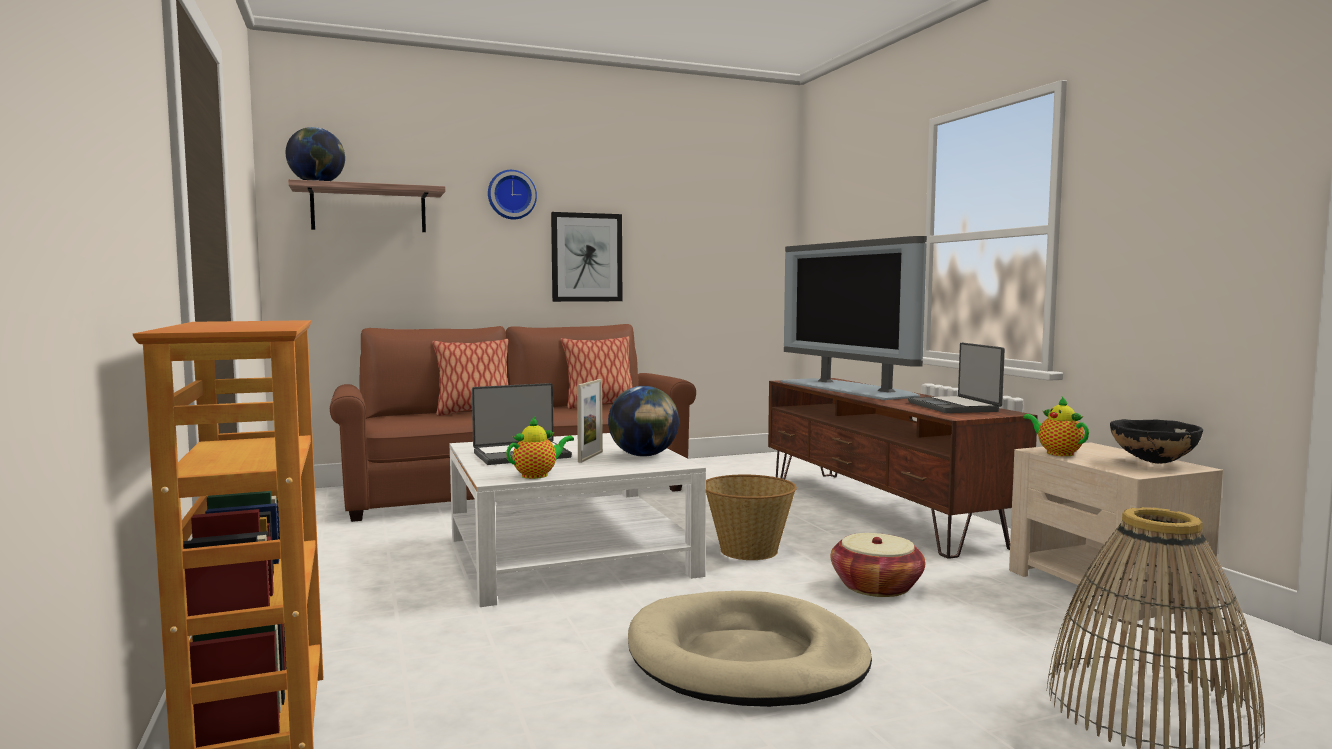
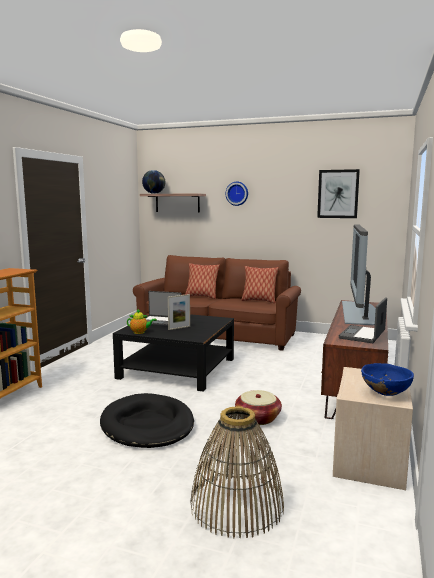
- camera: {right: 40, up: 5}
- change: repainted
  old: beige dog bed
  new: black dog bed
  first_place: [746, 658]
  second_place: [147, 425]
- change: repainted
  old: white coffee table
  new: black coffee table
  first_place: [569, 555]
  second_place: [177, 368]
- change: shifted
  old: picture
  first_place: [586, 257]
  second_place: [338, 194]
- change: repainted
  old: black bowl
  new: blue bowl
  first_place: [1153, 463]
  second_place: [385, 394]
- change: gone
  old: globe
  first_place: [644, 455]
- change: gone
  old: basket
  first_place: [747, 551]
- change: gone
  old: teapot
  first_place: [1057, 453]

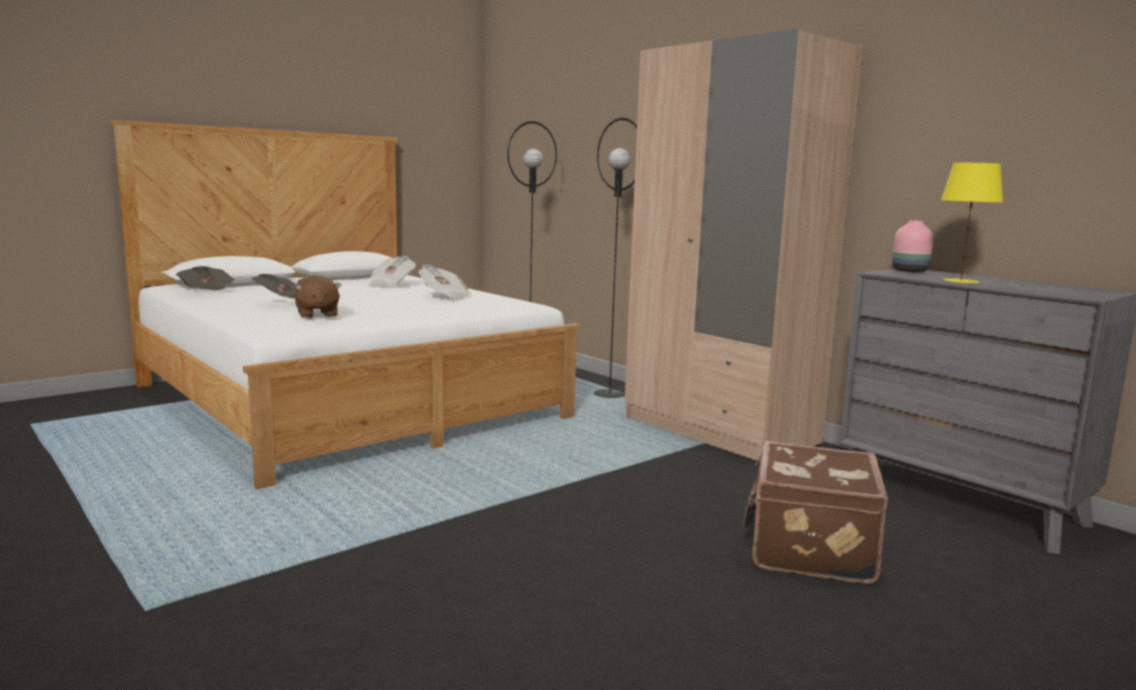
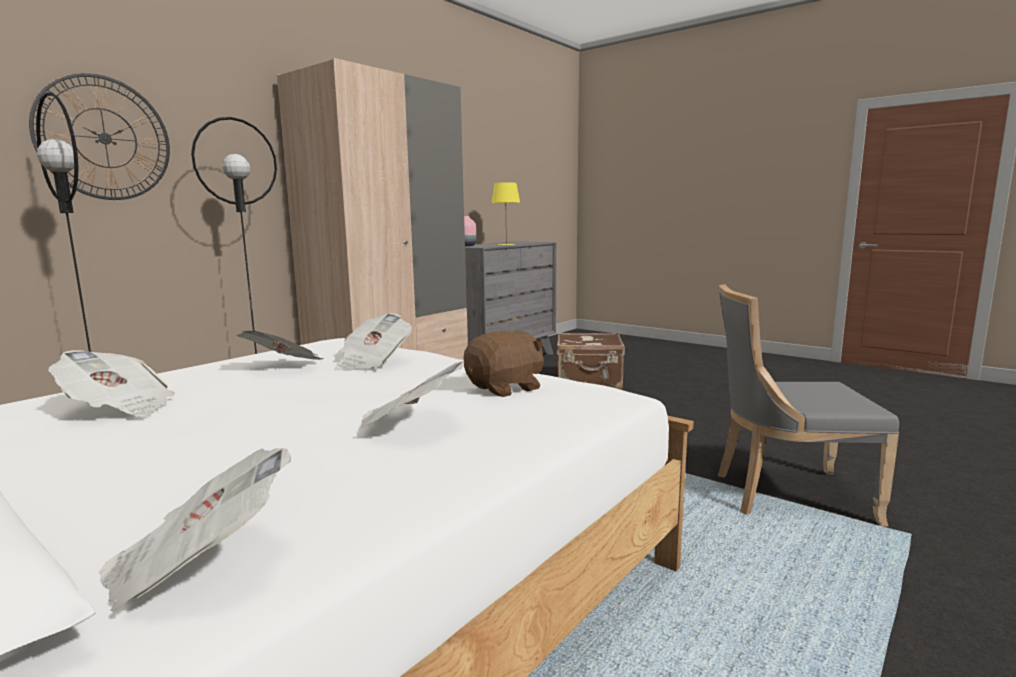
- camera: {right: -100, up: 0}
- change: new
  new: wall clock
  second_place: [104, 138]
- change: new
  new: newspaper
  second_place: [372, 362]
- change: new
  new: grey chair
  second_place: [785, 495]

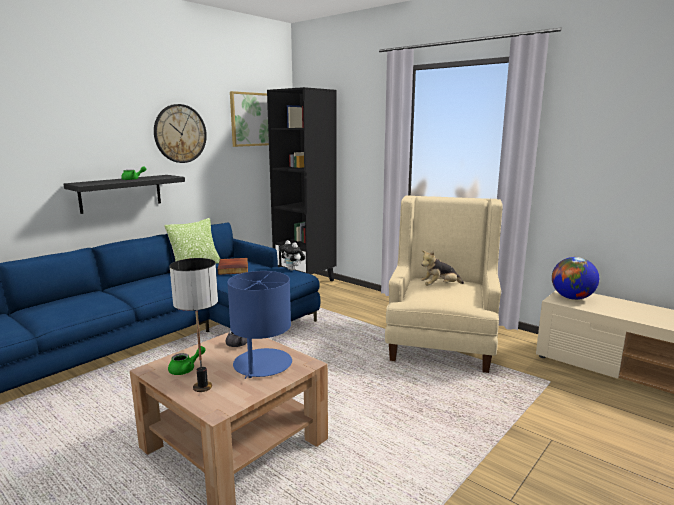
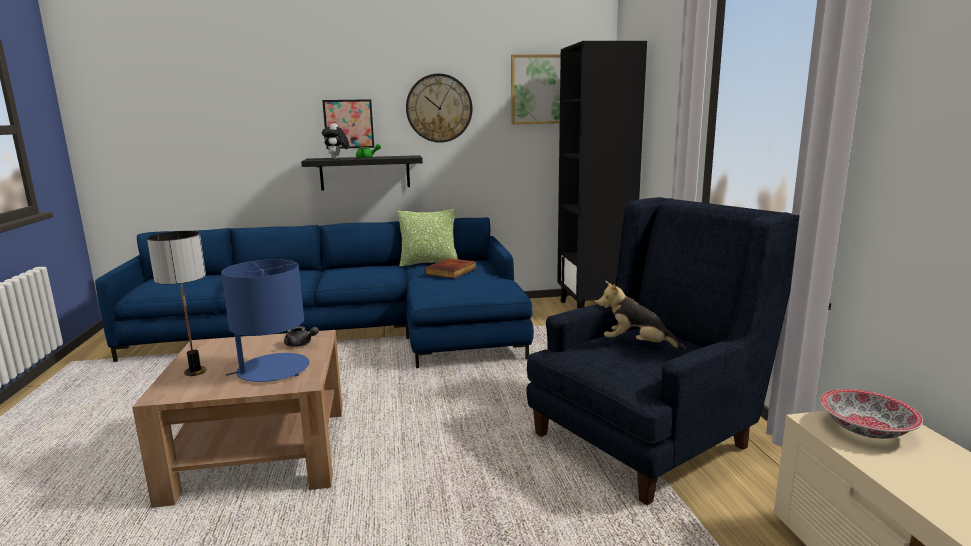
- camera: {right: 40, up: 0}
- change: new
  new: picture
  second_place: [348, 124]
- change: shifted
  old: plush toy
  first_place: [293, 269]
  second_place: [337, 159]
- change: repainted
  old: beige armchair
  new: blue armchair
  first_place: [441, 340]
  second_place: [650, 434]
- change: swapped
  old: globe
  new: bowl
  first_place: [572, 298]
  second_place: [865, 429]
- change: gone
  old: green teapot
  first_place: [186, 369]

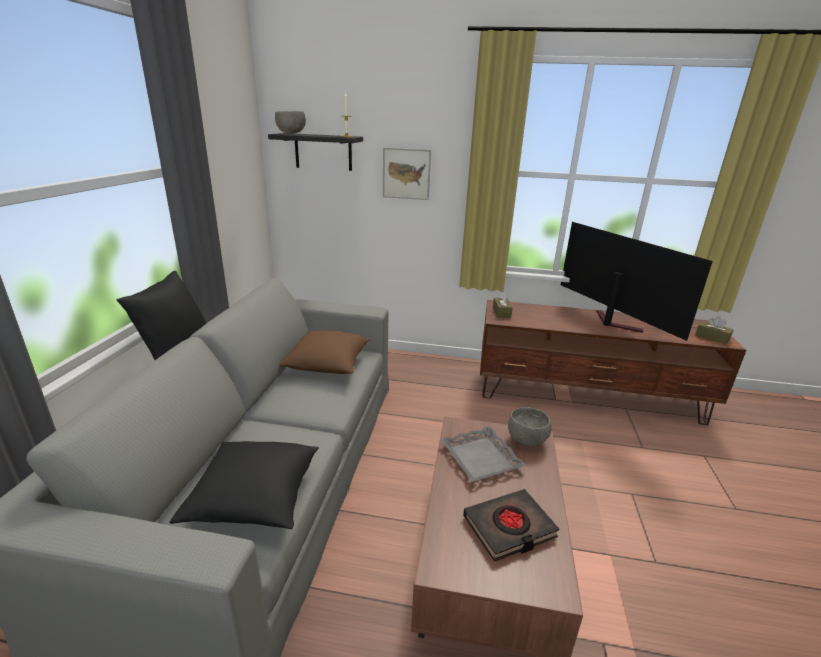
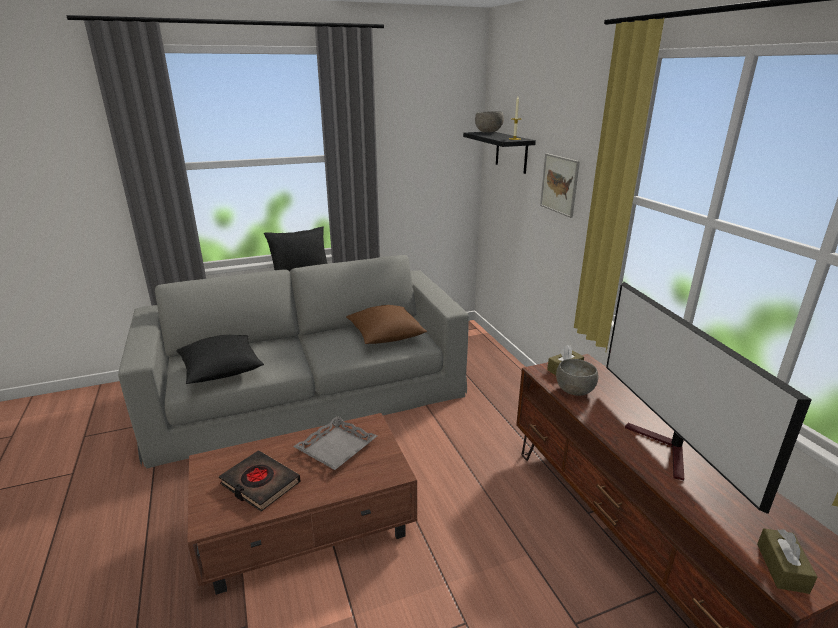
- camera: {right: 60, up: 0}
- change: shifted
  old: grey bowl
  first_place: [527, 440]
  second_place: [575, 391]
- change: rotated
  old: television
  first_place: [610, 322]
  second_place: [667, 450]
  degrees: 135

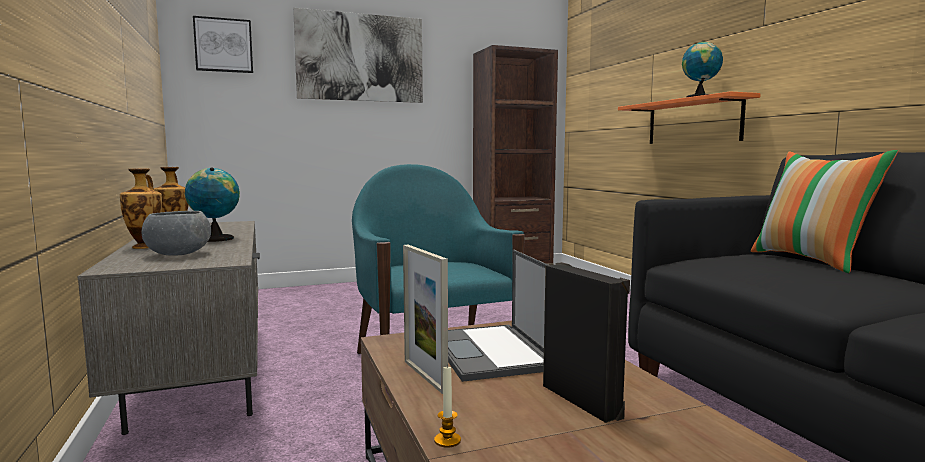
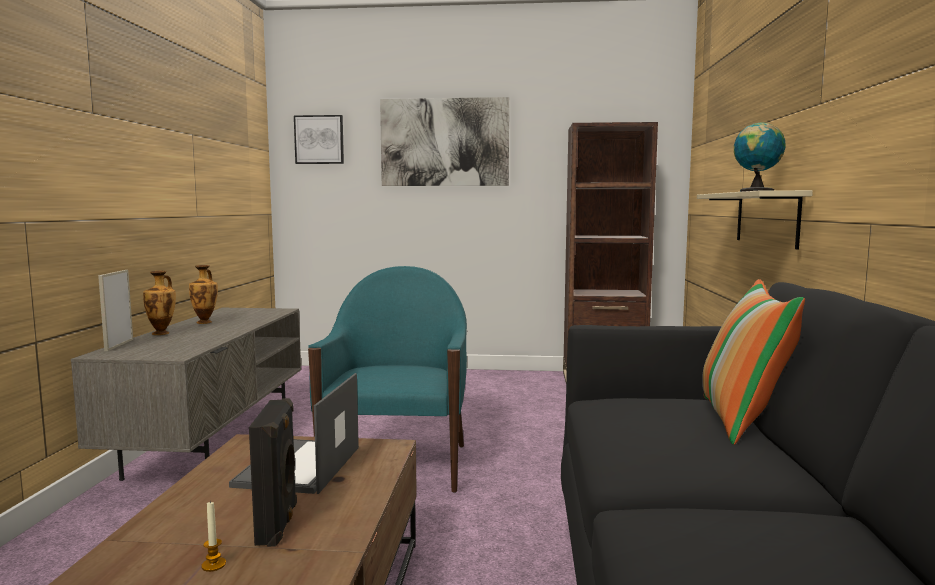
- camera: {right: 25, up: 0}
- change: shifted
  old: picture frame
  first_place: [424, 376]
  second_place: [119, 345]
- change: shifted
  old: candle
  first_place: [447, 440]
  second_place: [213, 565]
- change: repainted
  old: orange shelf
  new: beige shelf
  first_place: [693, 122]
  second_place: [766, 218]
- change: gone
  old: grey bowl
  first_place: [178, 254]
- change: gone
  old: globe
  first_place: [215, 238]

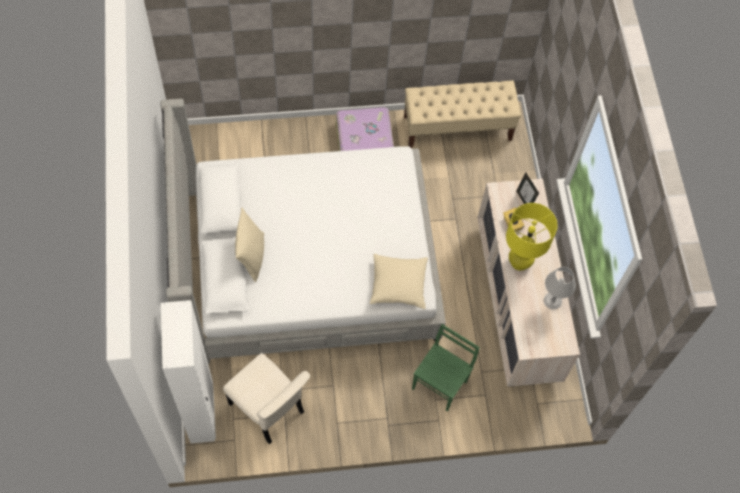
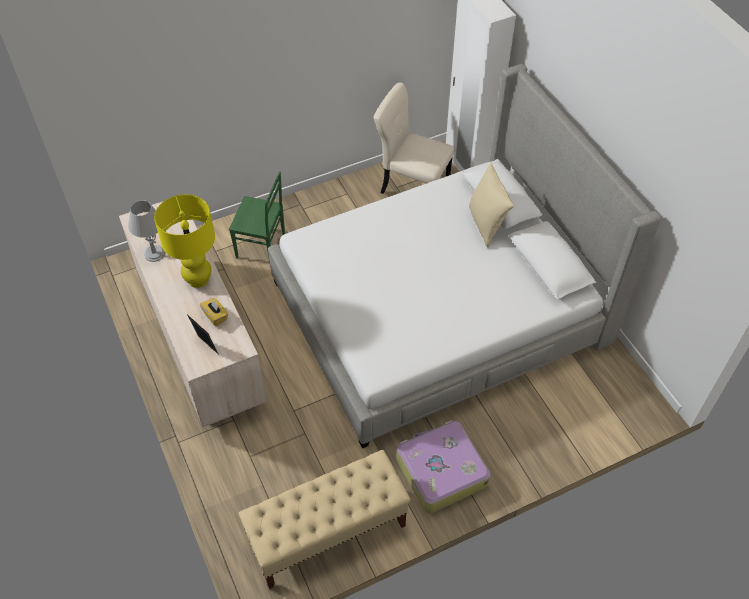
- camera: {right: 165, up: -10}
- change: rotated
  old: green chair
  first_place: [440, 385]
  second_place: [261, 247]
  degrees: -90
- change: gone
  old: beige pillow
  first_place: [398, 285]

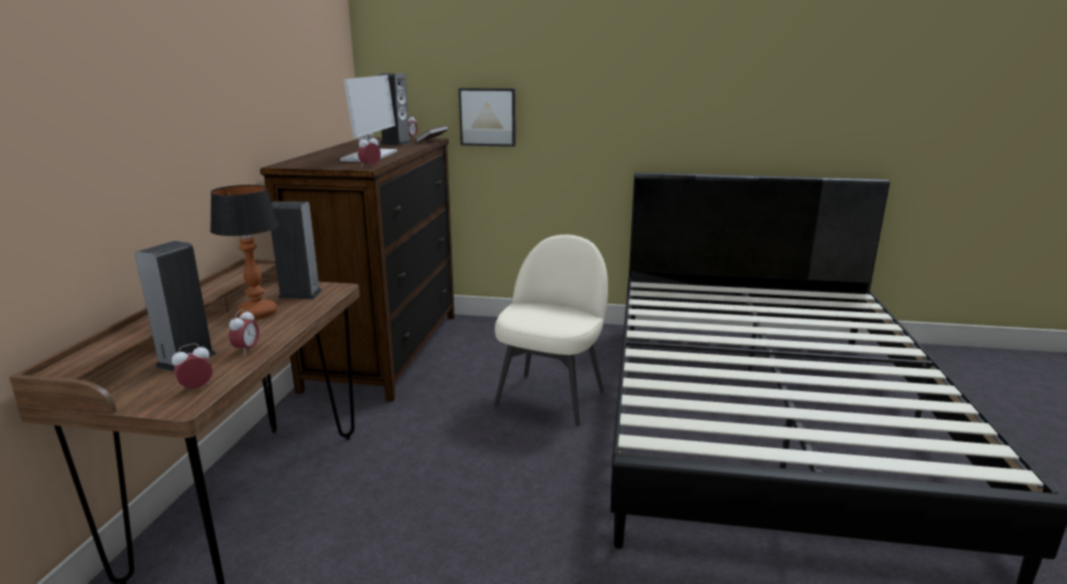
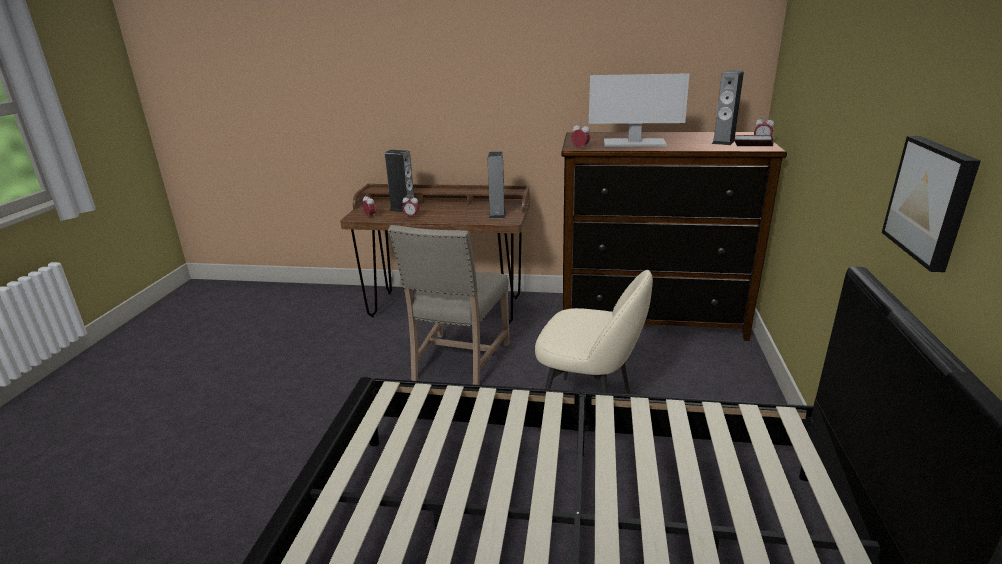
- camera: {right: 90, up: 5}
- change: new
  new: beige chair
  second_place: [458, 362]
- change: shifted
  old: picture
  first_place: [488, 117]
  second_place: [932, 201]
- change: gone
  old: table lamp
  first_place: [258, 313]

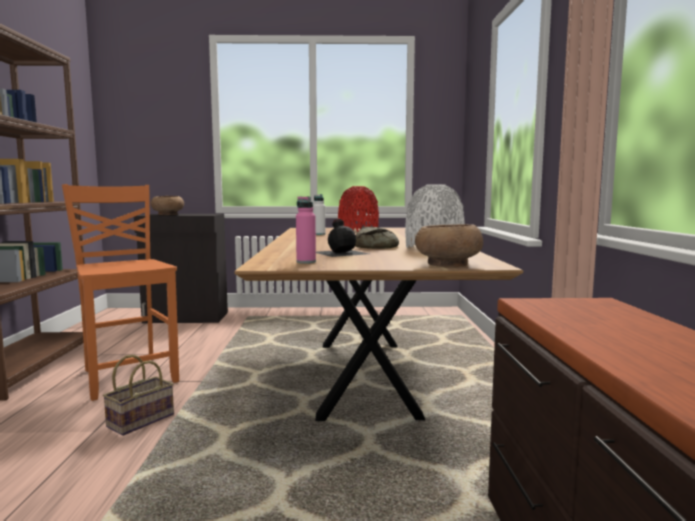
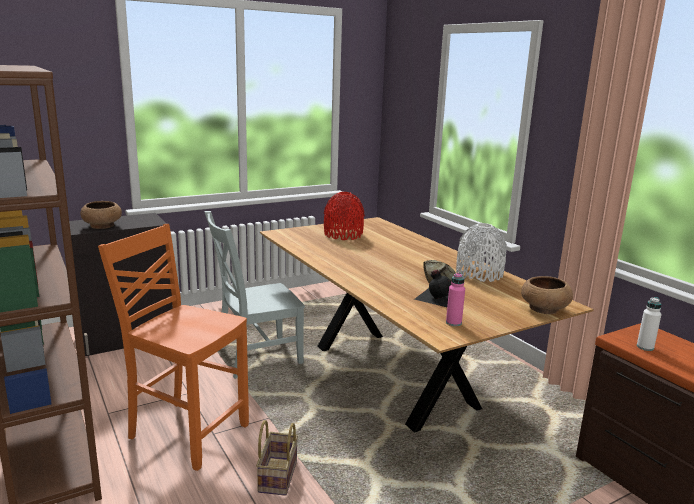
- camera: {right: -30, up: 10}
- change: new
  new: grey chair
  second_place: [255, 357]
- change: shifted
  old: white bottle
  first_place: [319, 234]
  second_place: [645, 347]

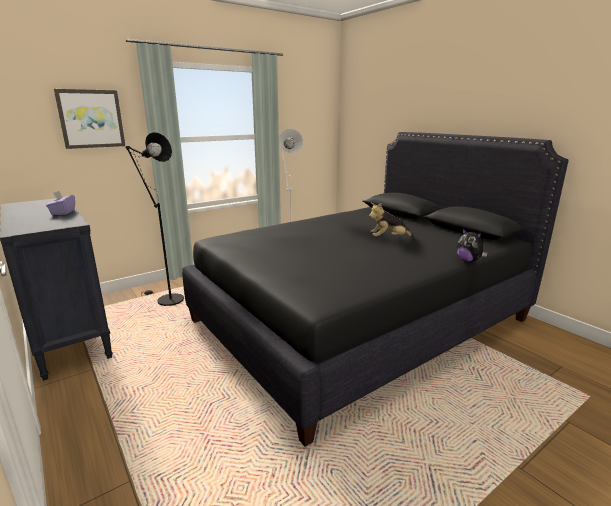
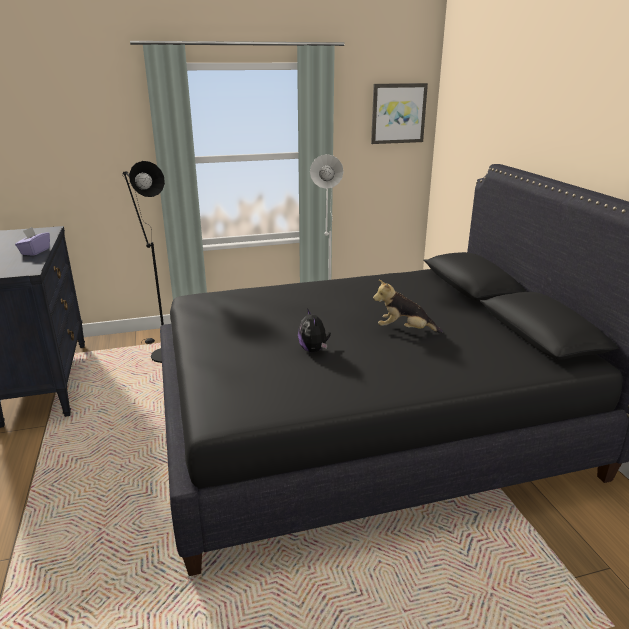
- camera: {right: 20, up: 5}
- change: shifted
  old: plush toy
  first_place: [468, 261]
  second_place: [314, 350]
- change: shifted
  old: picture
  first_place: [91, 119]
  second_place: [398, 113]

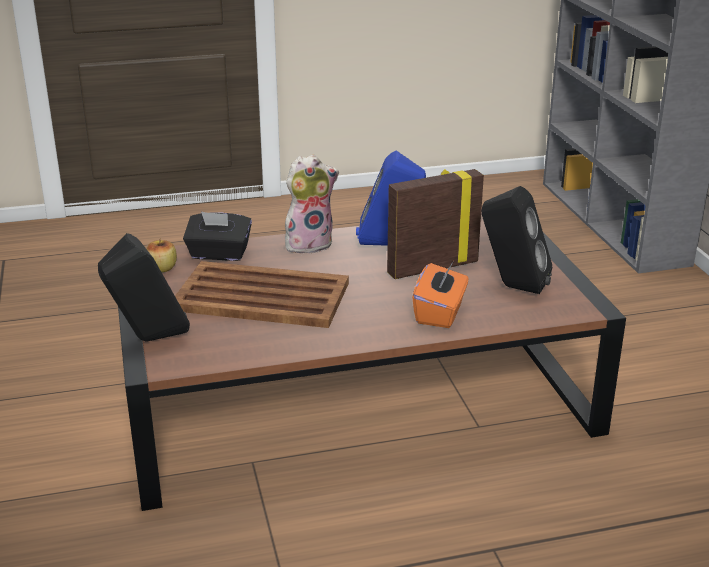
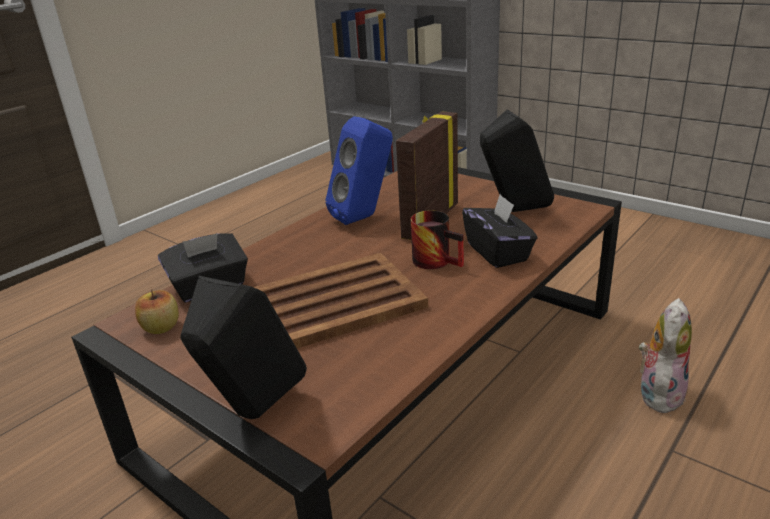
- camera: {right: -35, up: 0}
- change: new
  new: mug
  second_place: [438, 260]
- change: repainted
  old: orange tissue box
  new: black tissue box
  first_place: [440, 313]
  second_place: [498, 252]
- change: shifted
  old: plush toy
  first_place: [309, 244]
  second_place: [658, 392]

